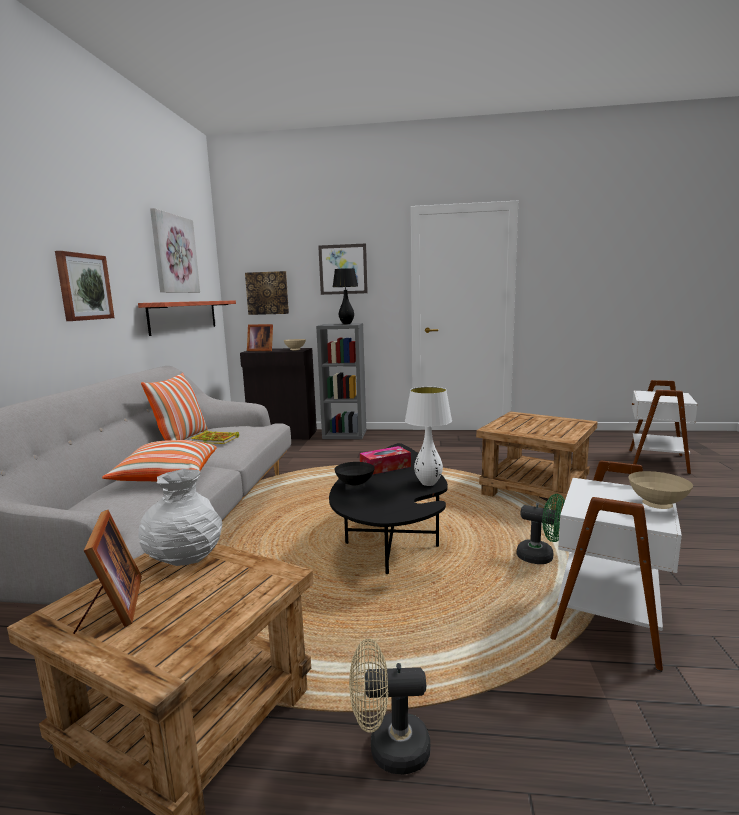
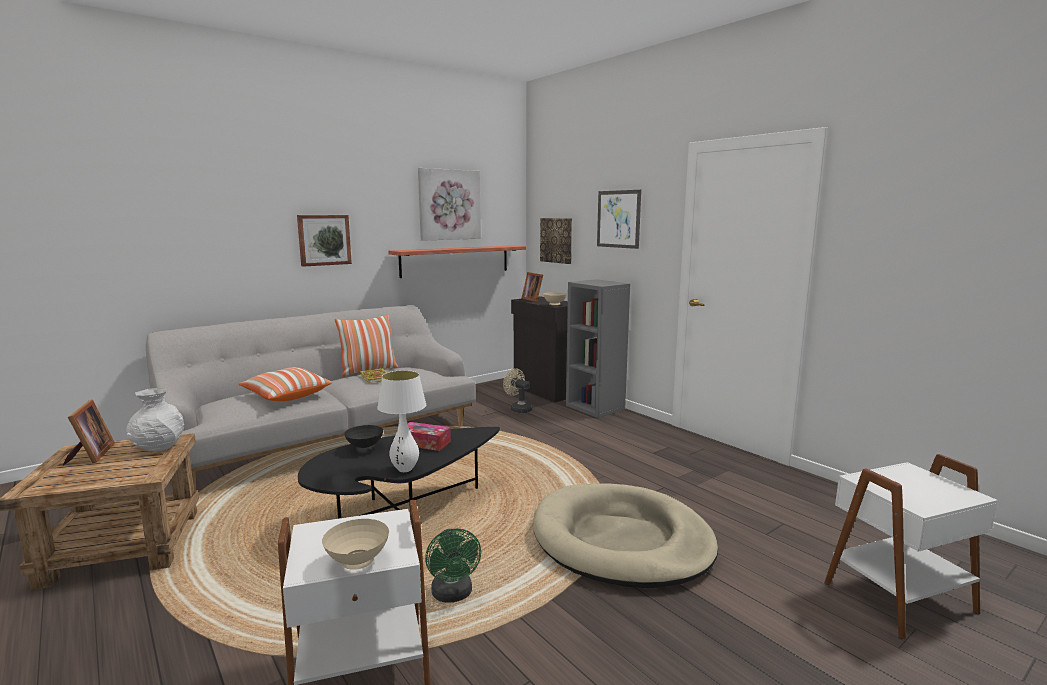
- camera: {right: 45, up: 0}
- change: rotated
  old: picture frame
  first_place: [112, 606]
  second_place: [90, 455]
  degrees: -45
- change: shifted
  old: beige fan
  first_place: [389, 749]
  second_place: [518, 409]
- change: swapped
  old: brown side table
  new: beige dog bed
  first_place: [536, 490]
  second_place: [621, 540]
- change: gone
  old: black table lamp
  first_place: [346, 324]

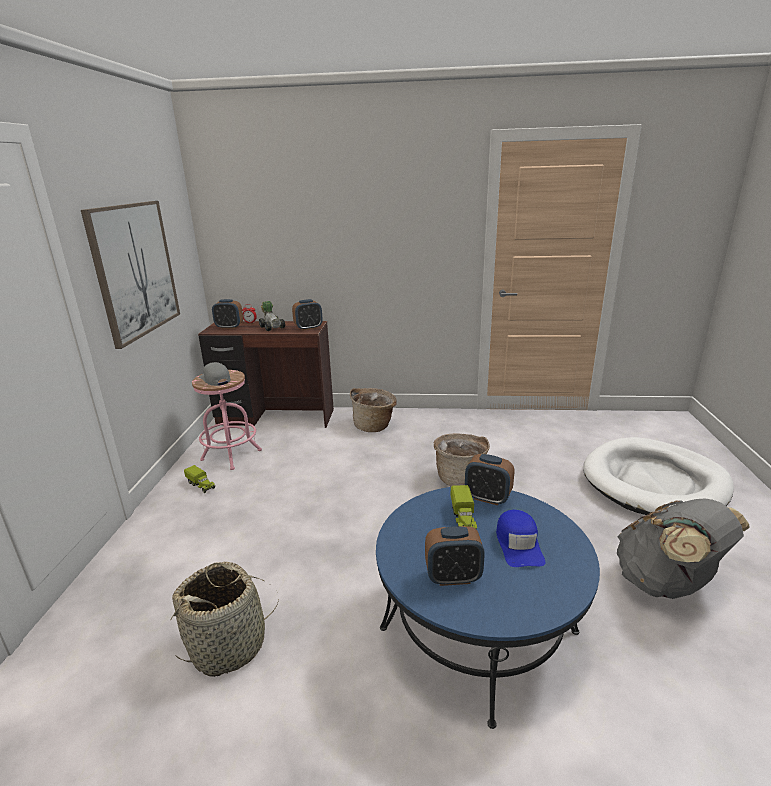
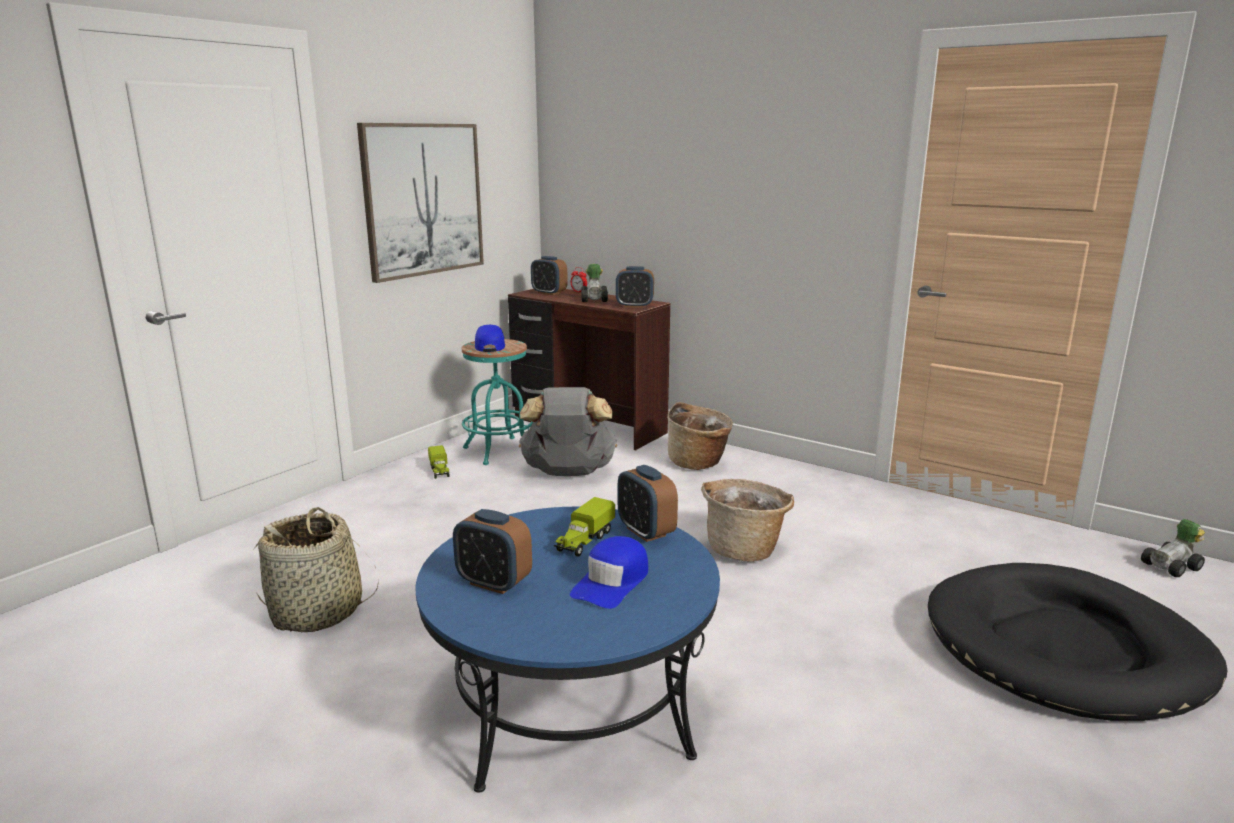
- camera: {right: 30, up: -5}
- change: repainted
  old: pink stool
  new: turquoise stool
  first_place: [231, 455]
  second_place: [499, 451]
- change: repainted
  old: grey cap
  new: blue cap
  first_place: [215, 379]
  second_place: [489, 346]
- change: shifted
  old: grey backpack
  first_place: [666, 584]
  second_place: [568, 473]
- change: repainted
  old: white dog bed
  new: black dog bed
  first_place: [654, 482]
  second_place: [1065, 648]
- change: new
  new: toy car
  second_place: [1174, 566]

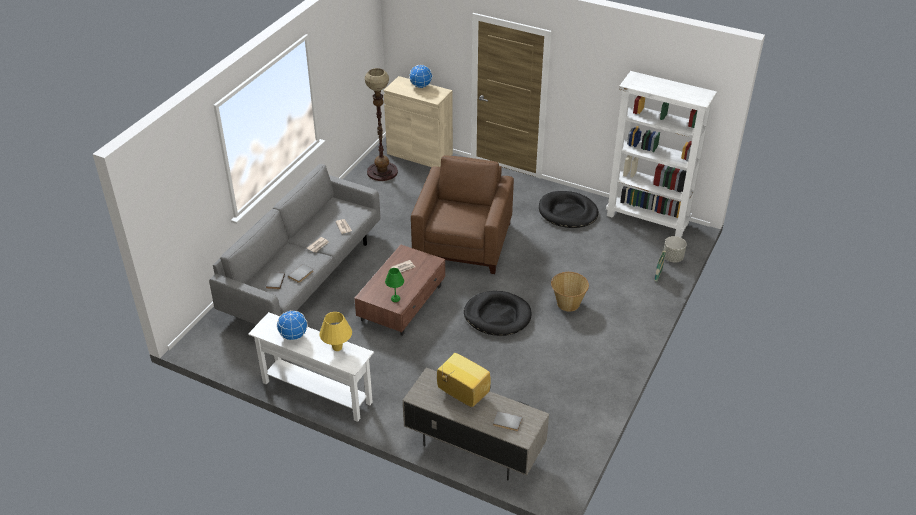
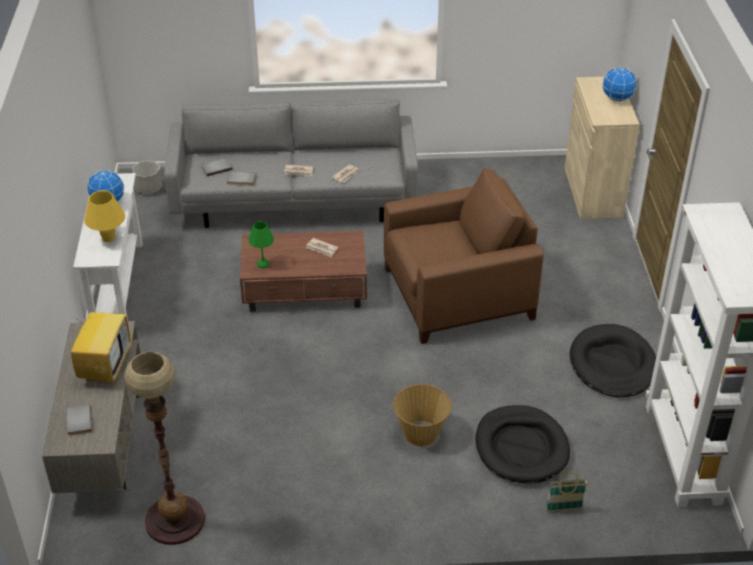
- camera: {right: 60, up: 0}
- change: shifted
  old: floor lamp
  first_place: [382, 172]
  second_place: [174, 520]
- change: shifted
  old: grey planter
  first_place: [672, 258]
  second_place: [149, 189]
- change: shifted
  old: black dog bed
  first_place: [497, 316]
  second_place: [521, 447]

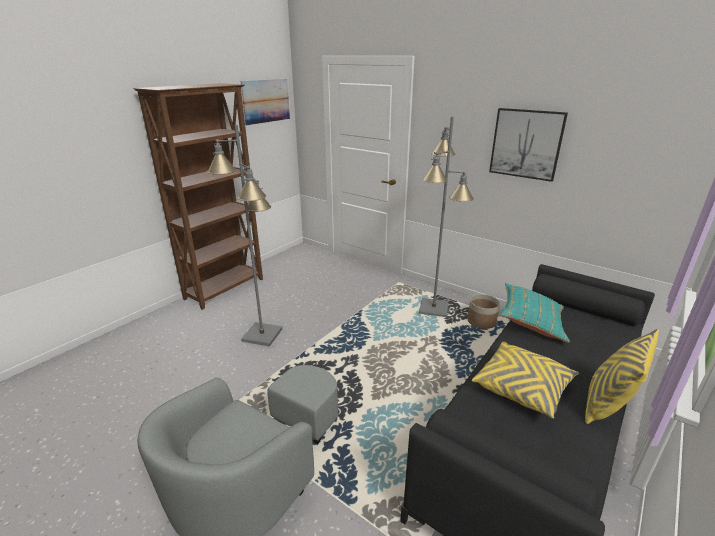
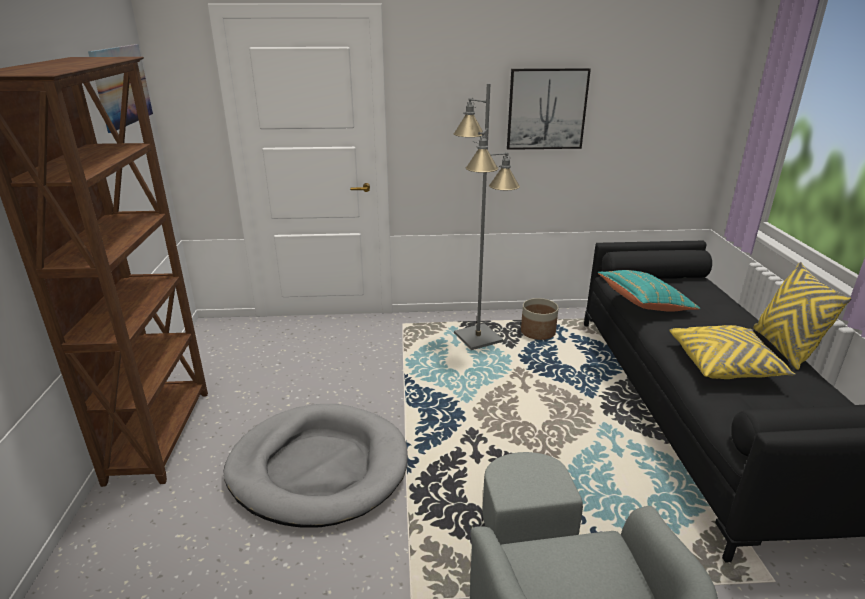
- camera: {right: -40, up: 0}
- change: swapped
  old: grey floor lamp
  new: grey dog bed
  first_place: [262, 334]
  second_place: [318, 468]

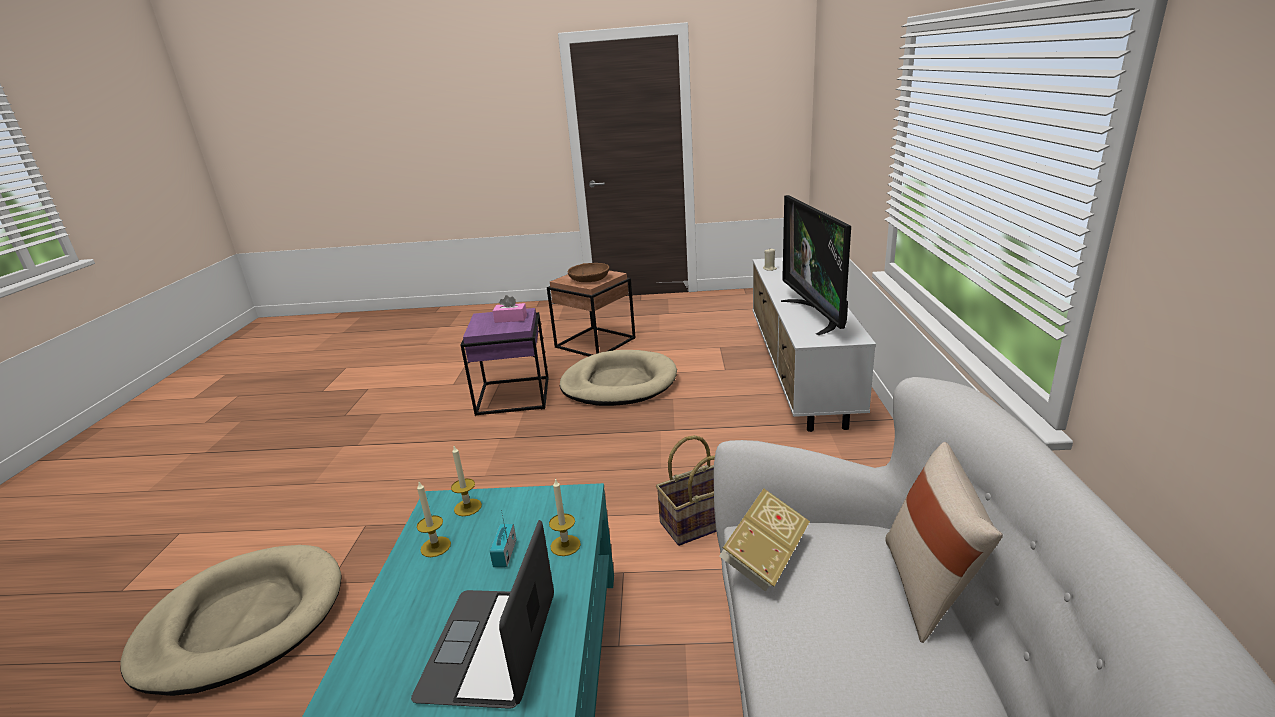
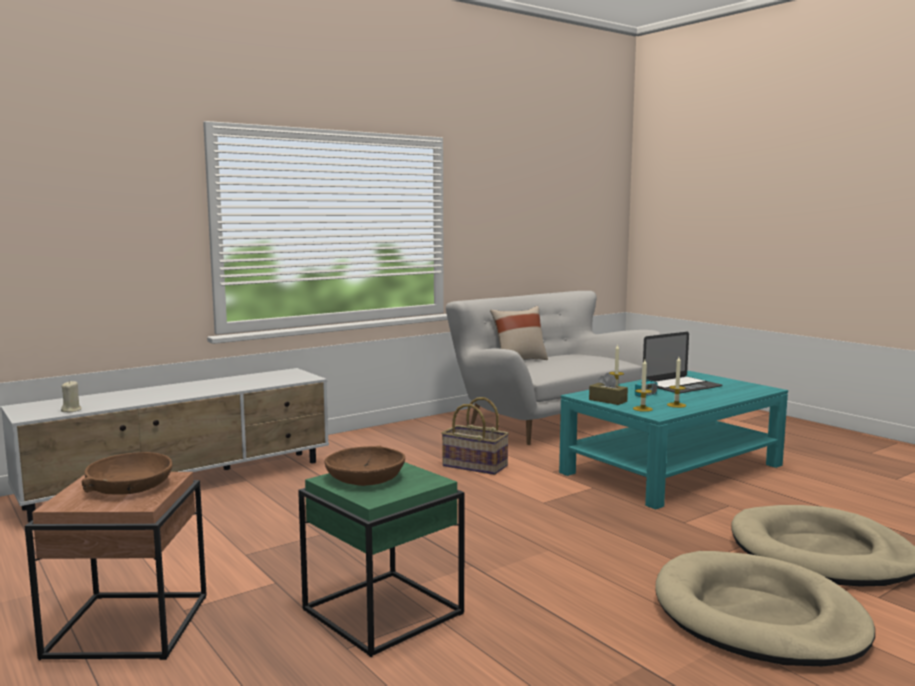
- camera: {right: -130, up: -15}
- change: repainted
  old: purple side table
  new: green side table
  first_place: [512, 396]
  second_place: [382, 613]
- change: swapped
  old: pink tissue box
  new: brown bowl
  first_place: [511, 319]
  second_place: [365, 477]
- change: new
  new: brown tissue box
  second_place: [608, 400]
- change: shifted
  old: beige dog bed
  first_place: [619, 383]
  second_place: [757, 616]
- change: gone
  old: book
  first_place: [764, 557]
- change: gone
  old: television
  first_place: [816, 315]

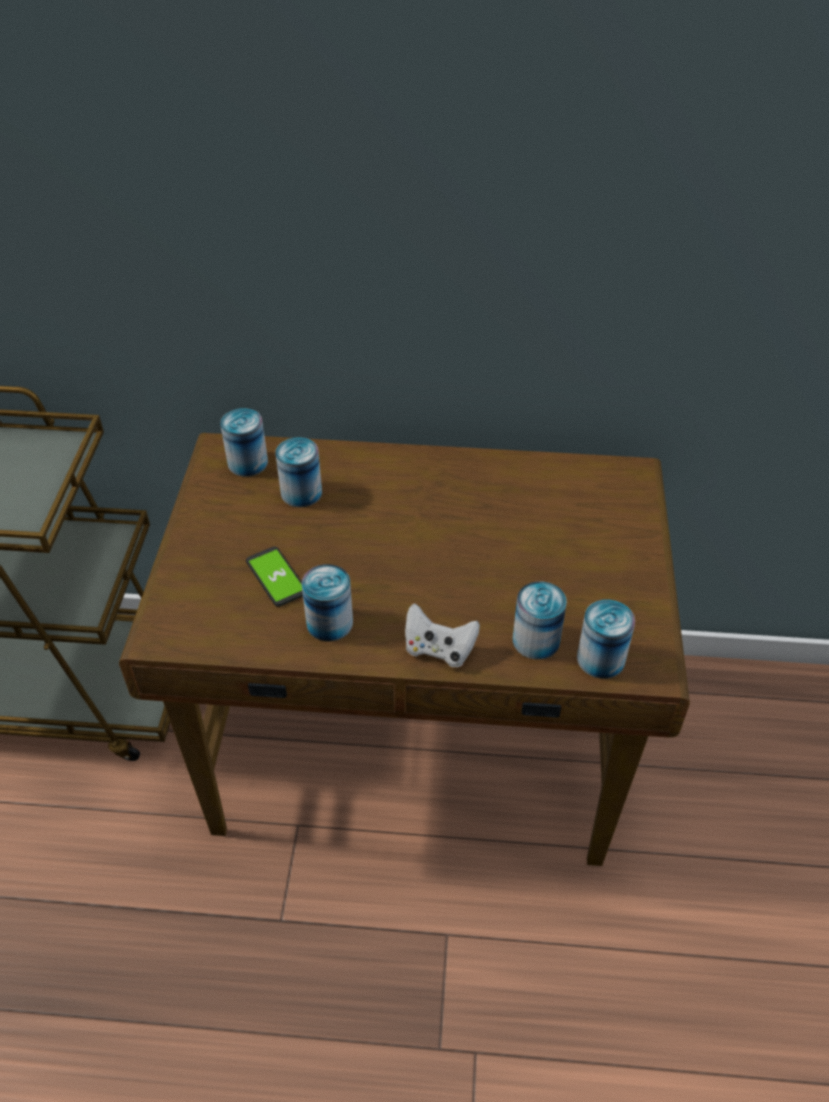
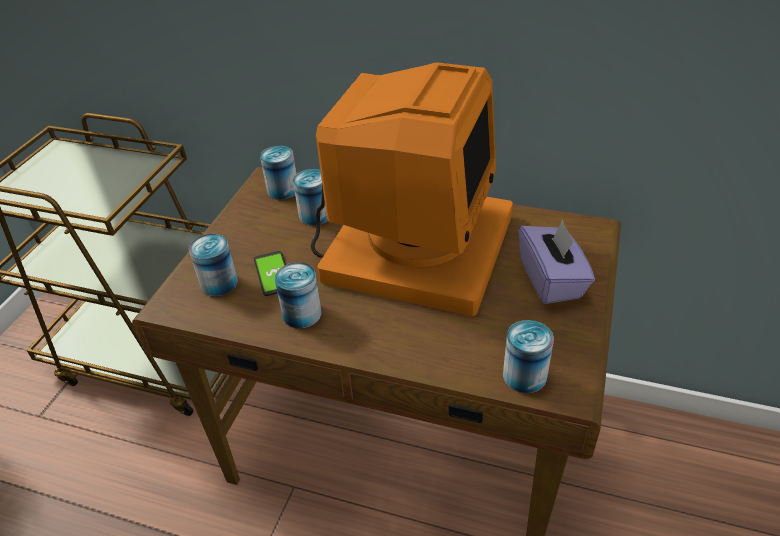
- camera: {right: 15, up: -5}
- change: shifted
  old: can
  first_place: [536, 640]
  second_place: [219, 283]
- change: new
  new: monitor
  second_place: [415, 246]
- change: new
  new: purple tissue box
  second_place: [551, 280]
- change: gone
  old: white game controller
  first_place: [439, 649]

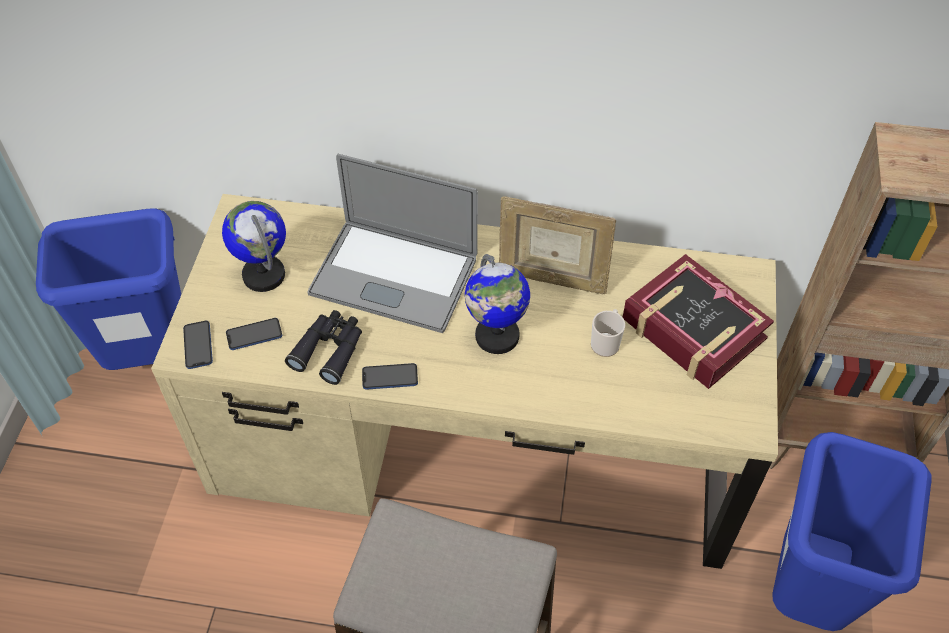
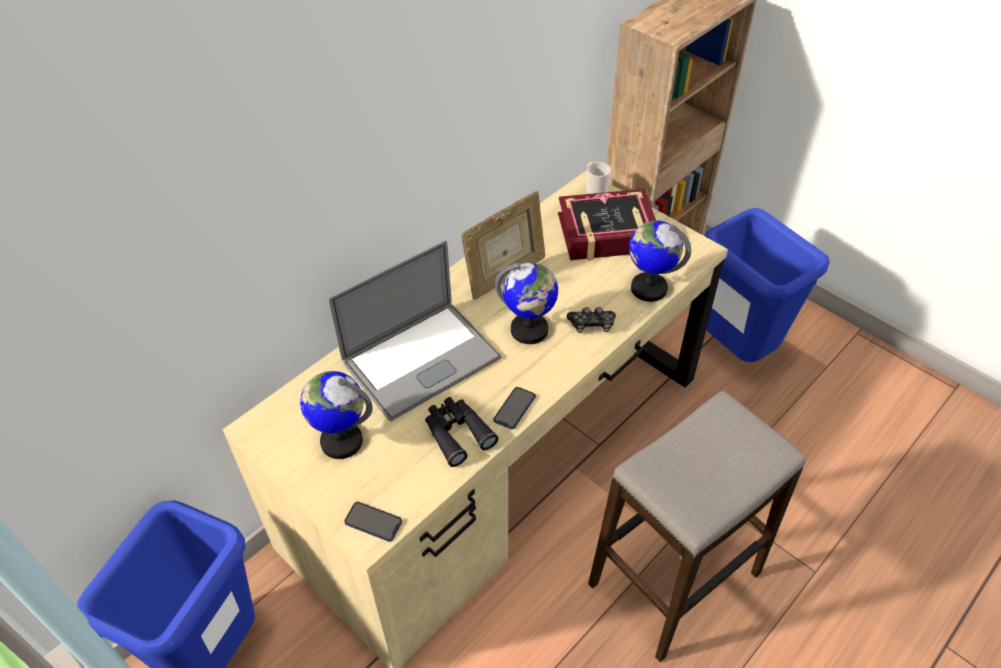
- camera: {right: -55, up: -5}
- change: new
  new: game controller
  second_place: [591, 325]
- change: shifted
  old: mug
  first_place: [606, 342]
  second_place: [595, 189]
- change: new
  new: globe
  second_place: [648, 288]
- change: gone
  old: phone
  first_place: [254, 335]

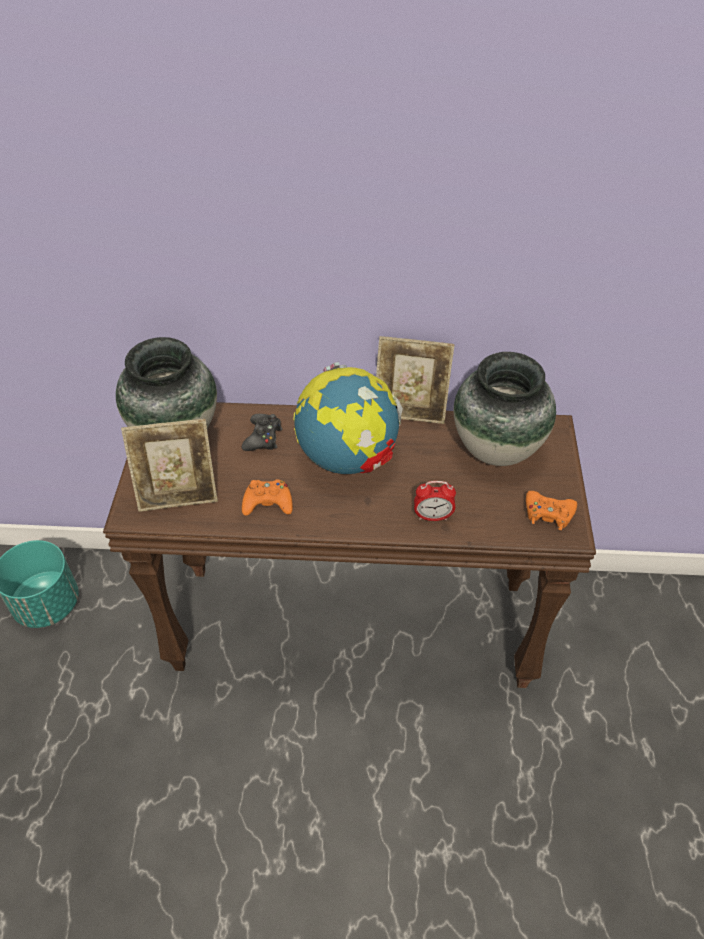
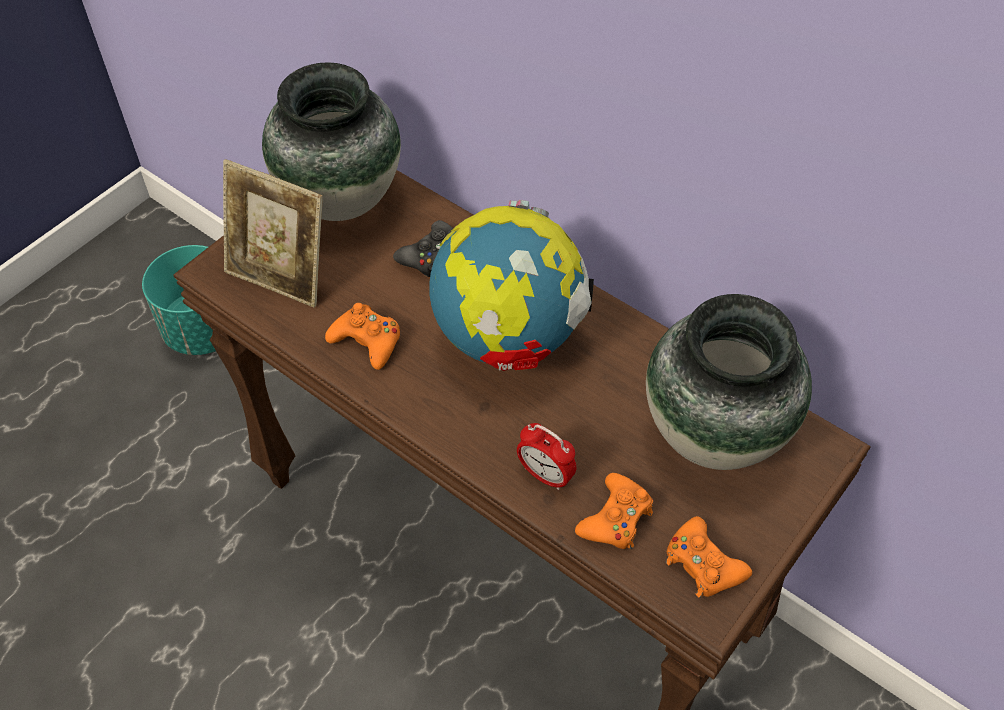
- camera: {right: 35, up: 5}
- change: new
  new: orange game controller
  second_place: [616, 519]
- change: gone
  old: picture frame
  first_place: [410, 411]

